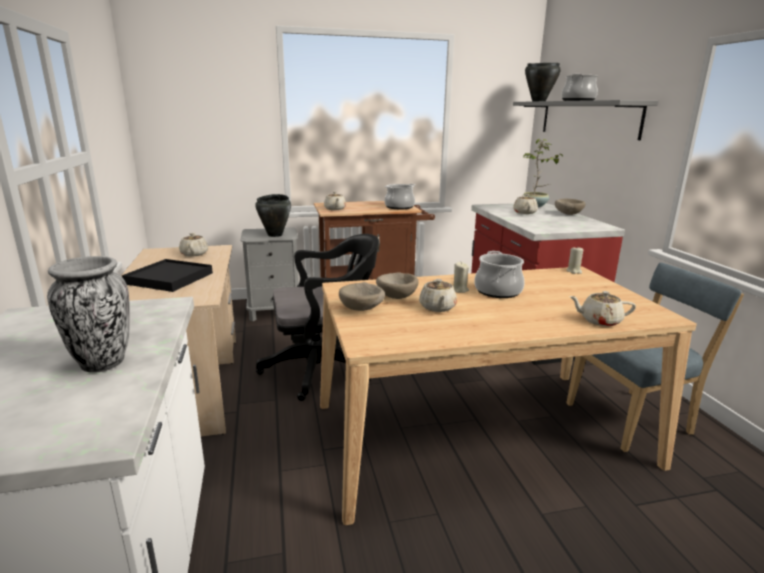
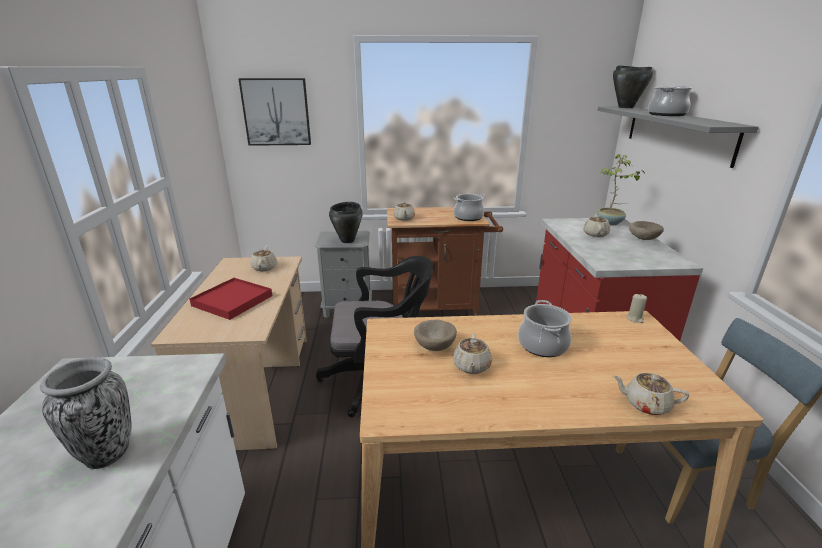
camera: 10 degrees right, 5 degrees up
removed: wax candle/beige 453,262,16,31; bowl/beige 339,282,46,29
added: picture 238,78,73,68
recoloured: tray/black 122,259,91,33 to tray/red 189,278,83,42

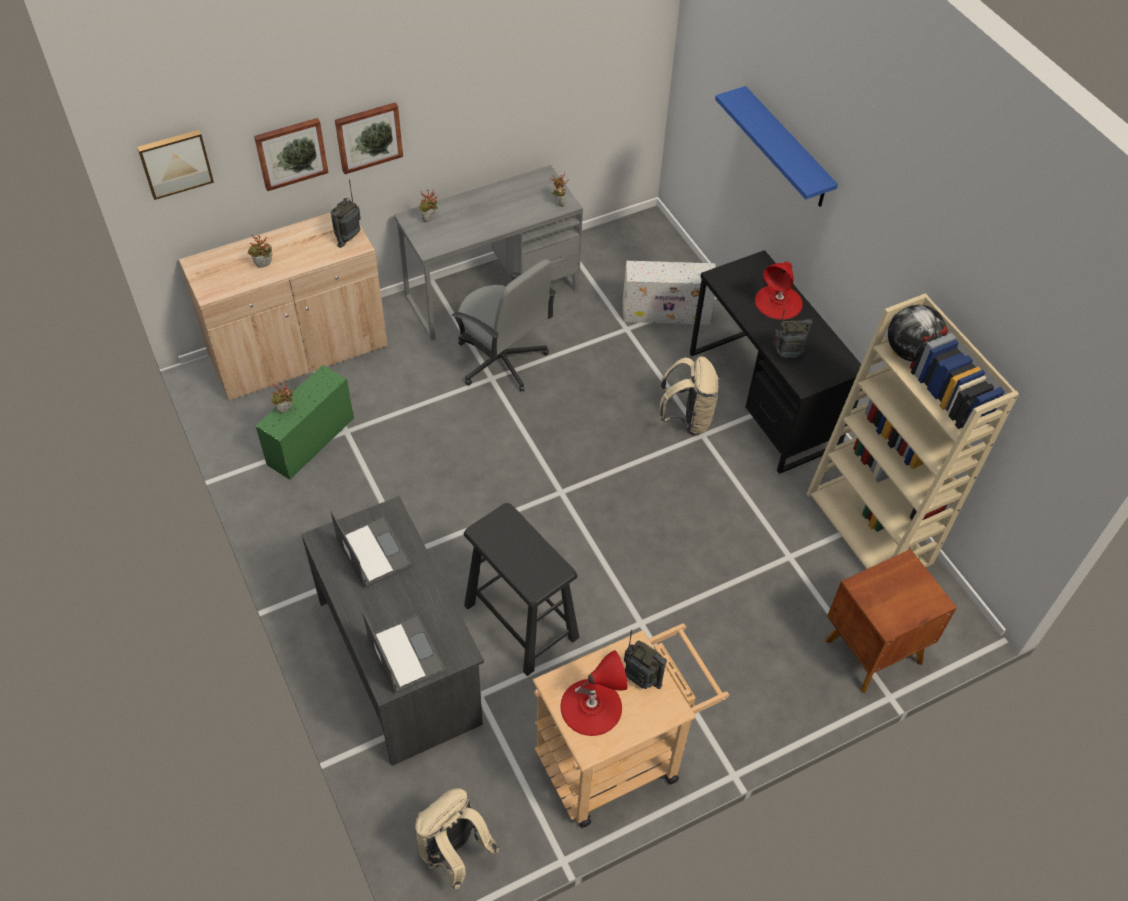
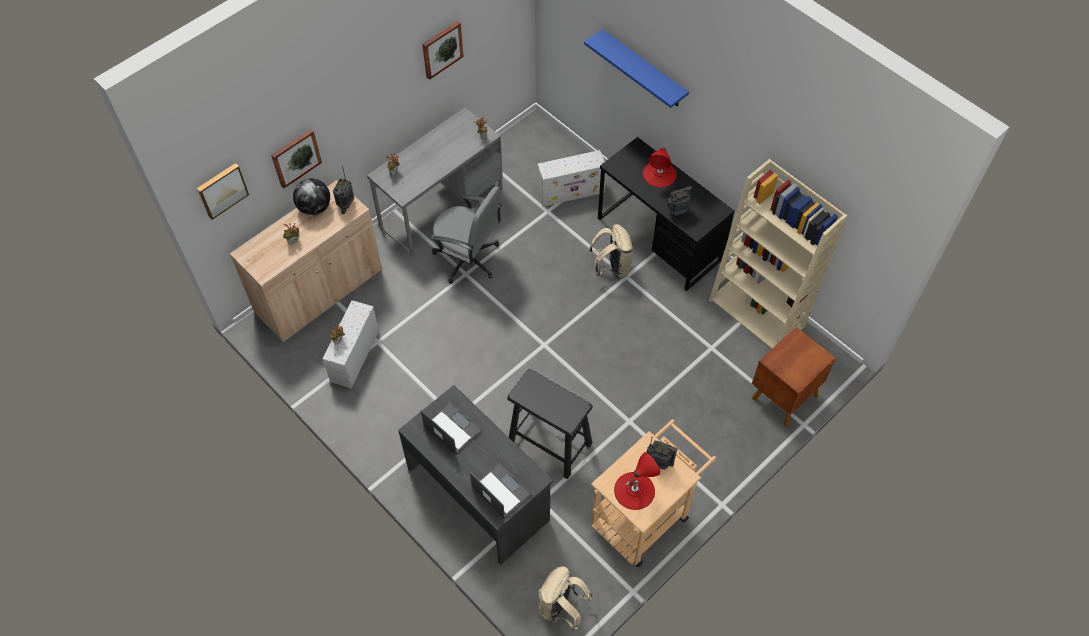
camera: 15 degrees left, 5 degrees up
moved: picture 335,102,68,72 to 422,21,42,59; world globe 888,305,59,57 to 293,178,37,37
recoloured: storage bin/green 256,365,98,115 to storage bin/whitish 323,300,56,89

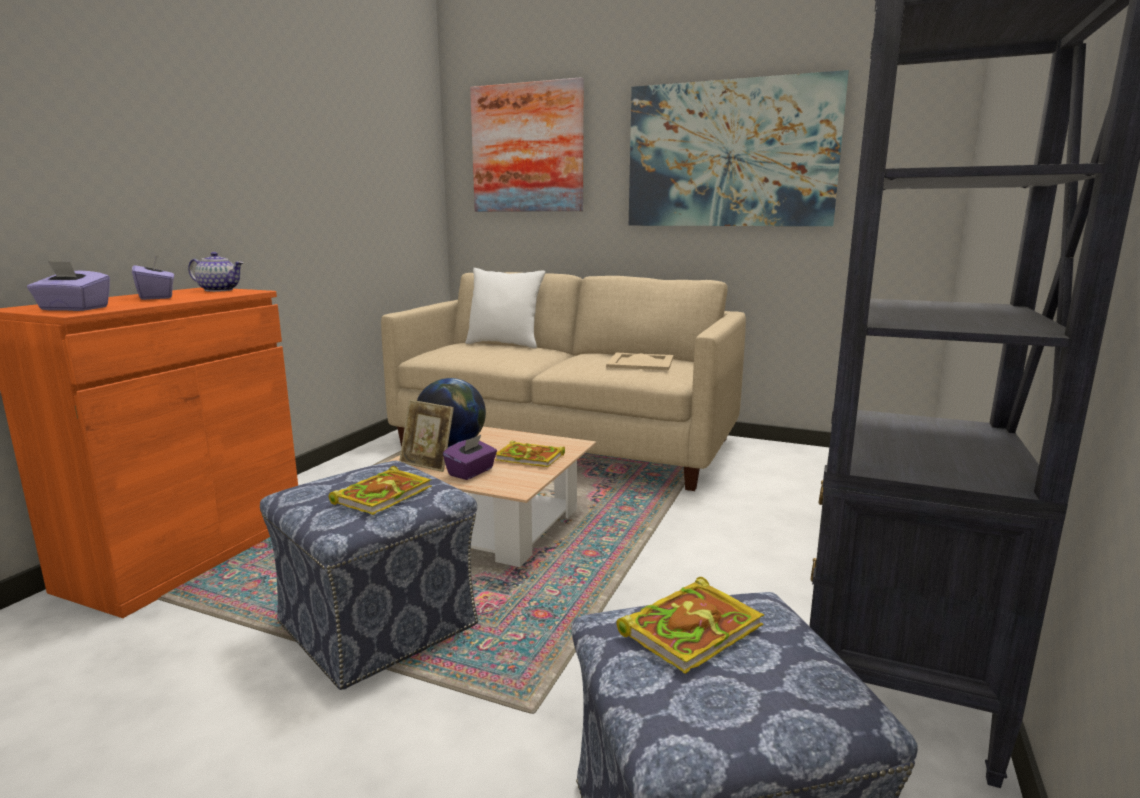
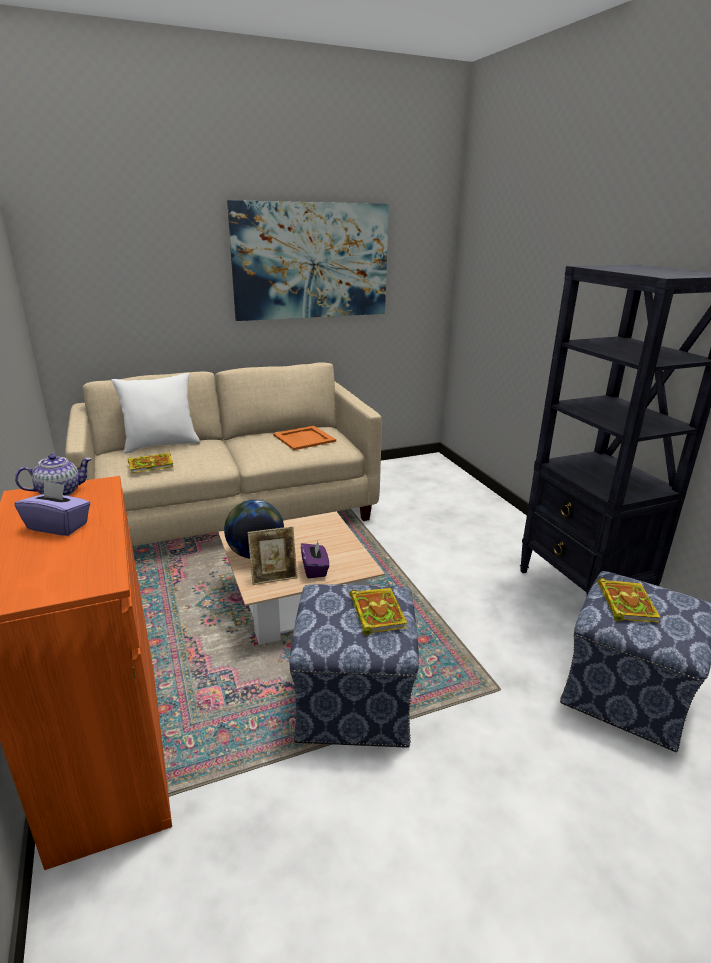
camera: 45 degrees left, 10 degrees up
removed: picture 470,77,114,135; box of tissues/purple-coloured 27,261,83,50
moved: volume 495,441,70,26 to 128,452,46,21
recoloured: tray/beige 606,353,68,17 to tray/orange 273,426,63,24

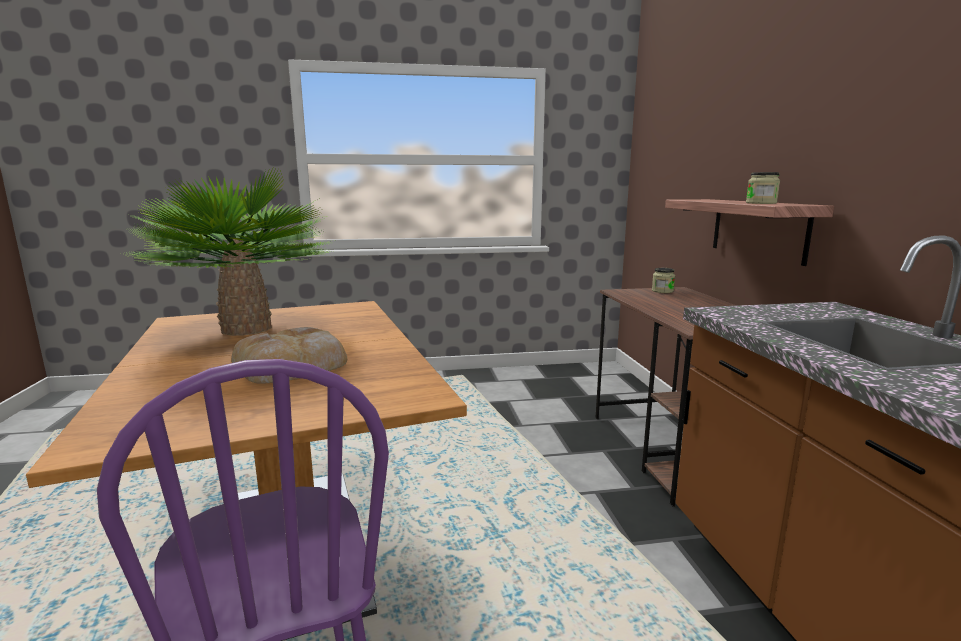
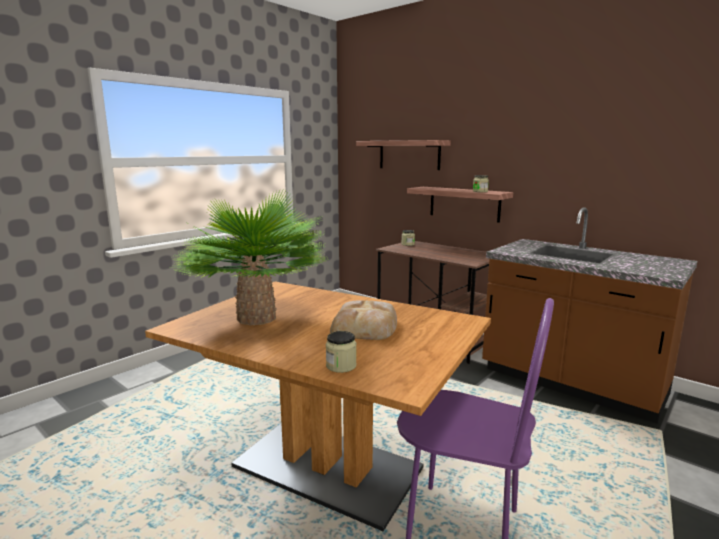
camera: 40 degrees left, 0 degrees up
added: shelf 356,140,95,30; storage jar 326,331,31,42

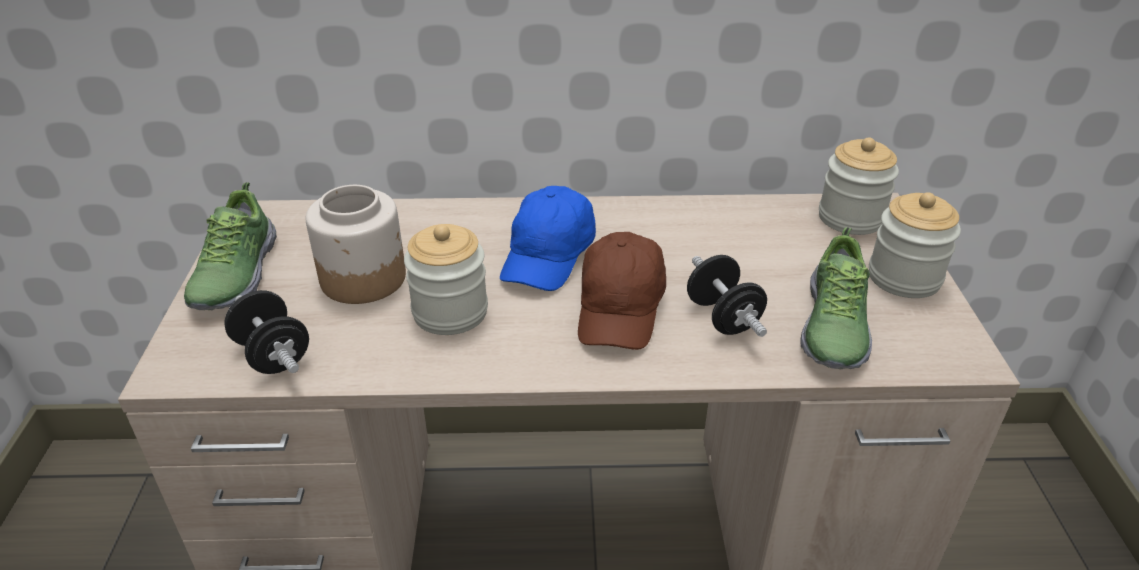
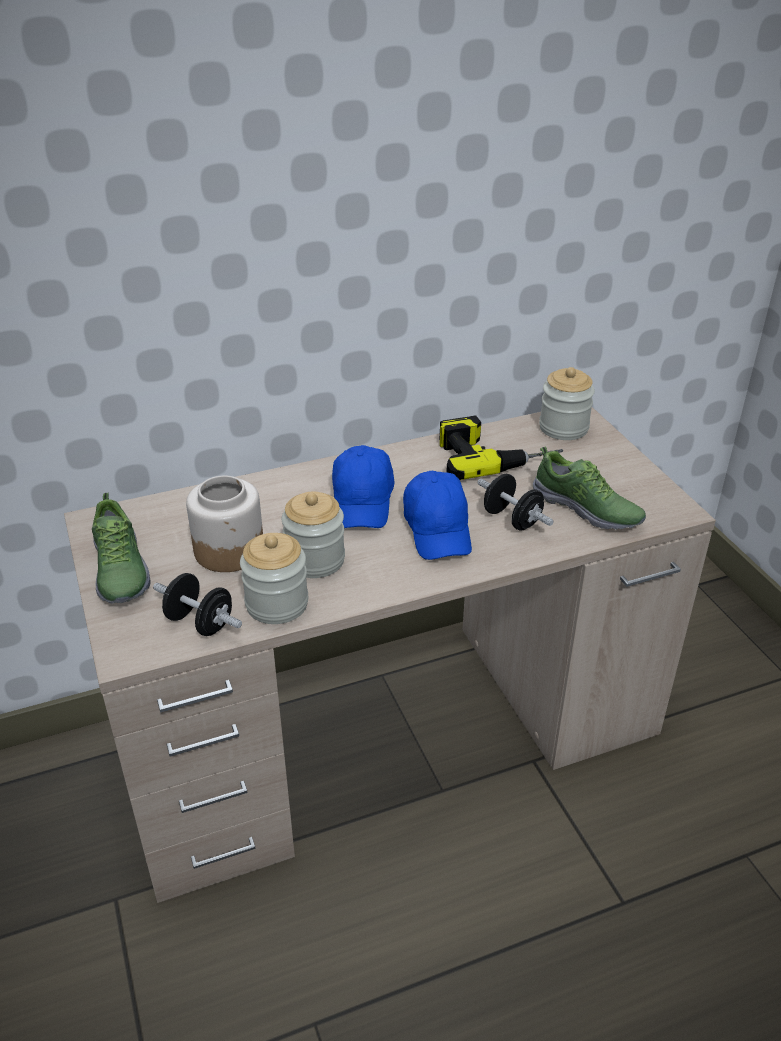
camera: 20 degrees left, 0 degrees up
added: electric drill 439,415,124,65
moved: storage jar 869,192,92,106 to 240,533,68,91
recoloured: cap/brownish 578,232,88,118 to cap/blue-coloured 403,471,69,89
turned: shoe 800,227,72,142 = 533,446,113,84 45 degrees counterclockwise

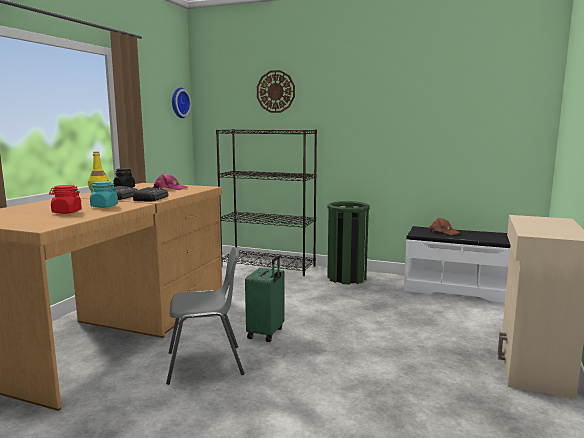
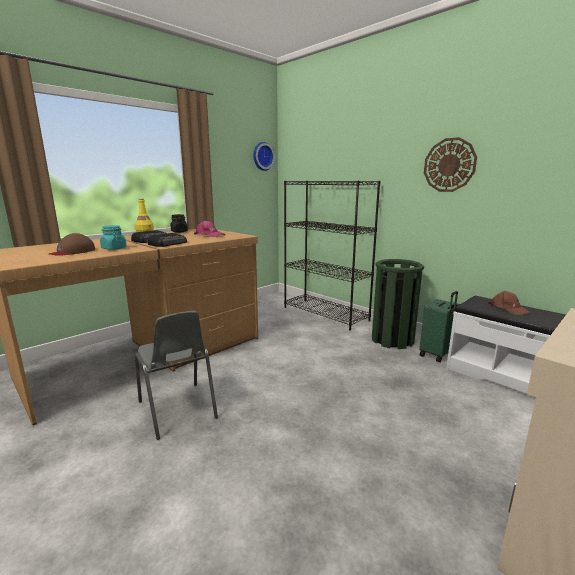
camera: 25 degrees right, 5 degrees up
moved: clock on the wall 257,70,38,43 to 424,137,53,55; piece of luggage/green 245,256,40,86 to 419,291,40,71
replaced: storage jar/red 49,185,33,29 to cap/brownish 49,233,46,23
turned: chair/grey 166,247,78,138 = 135,311,83,129 45 degrees clockwise

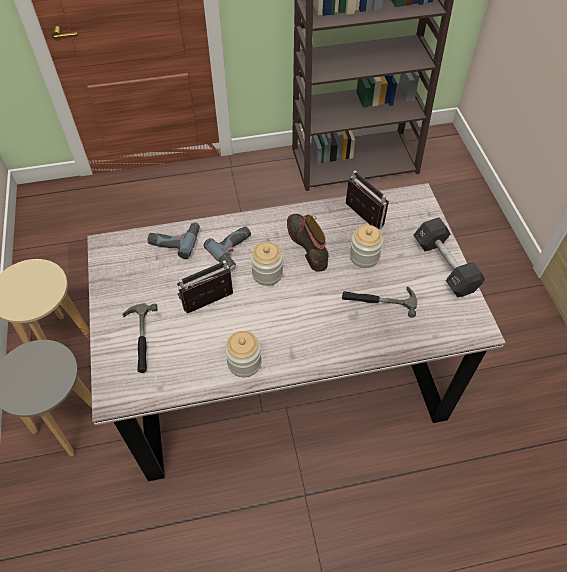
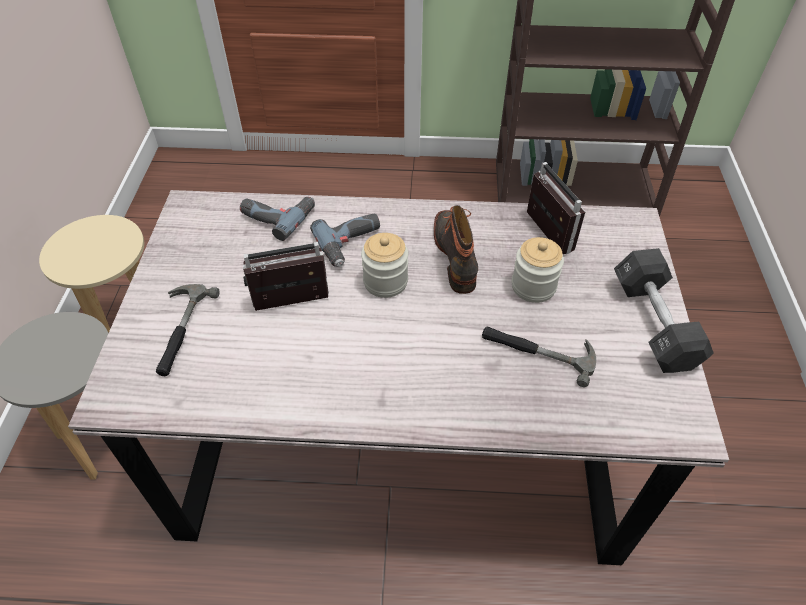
camera: 15 degrees right, 5 degrees down
removed: storage jar 225,331,36,46

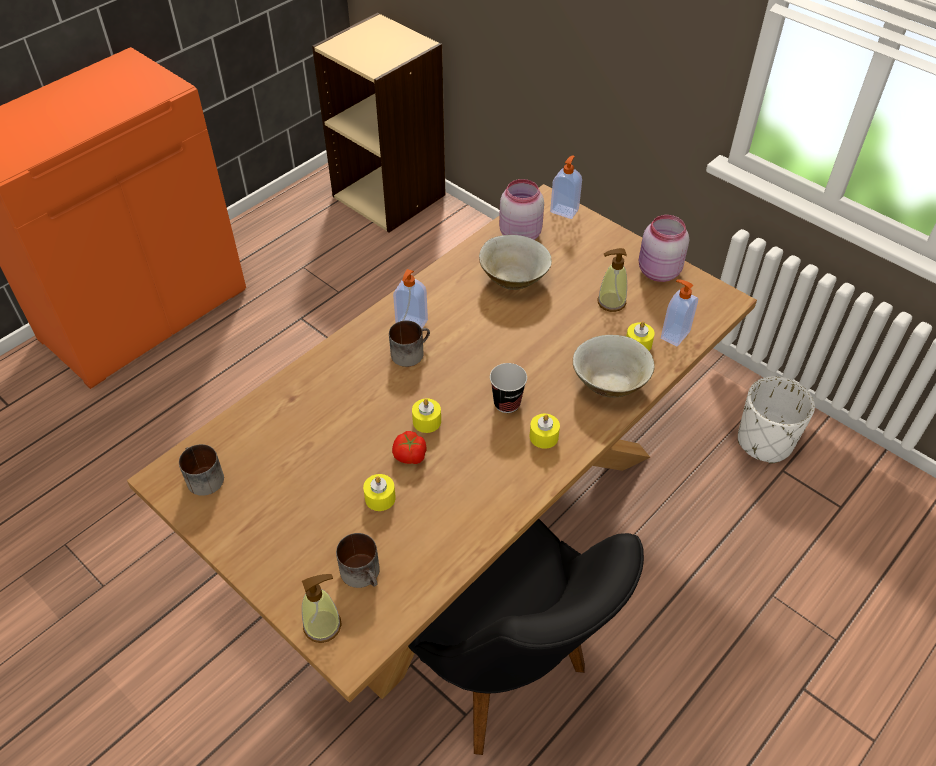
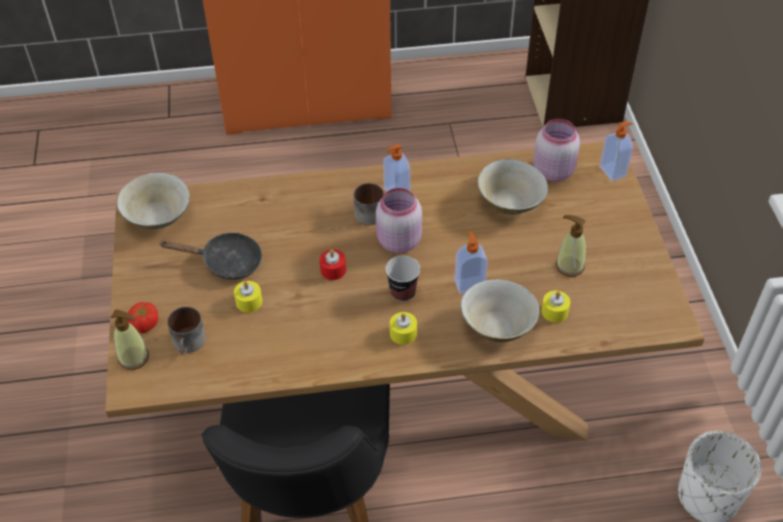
camera: 40 degrees right, 0 degrees up
added: skillet/black 159,232,103,48
moved: storage jar/pink 639,215,50,67 to 376,188,46,65; liquid soap bottle 661,280,37,67 to 454,232,34,62; tomato 392,431,35,33 to 127,302,31,31
replaced: mug 179,444,45,52 to bowl/beige 117,173,73,56
recoloured: wax candle/yellowish 412,398,29,35 to wax candle/red 320,249,26,31

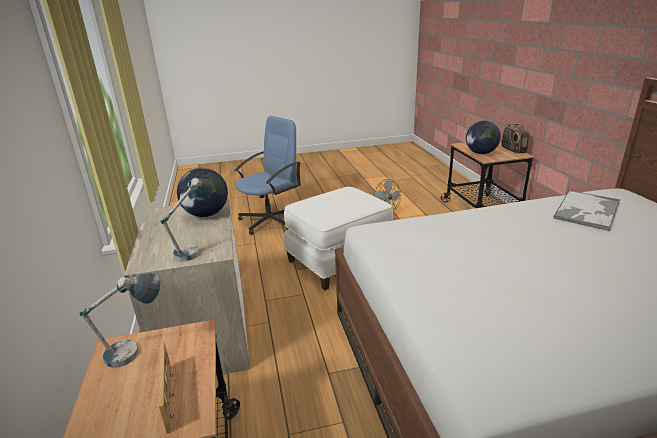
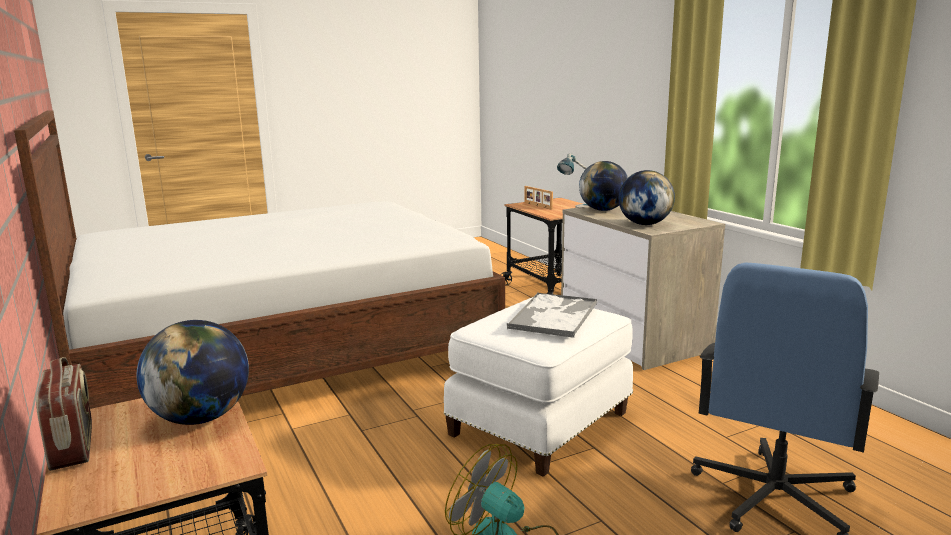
camera: 165 degrees right, 10 degrees down
moved: tray 553,190,67,41 to 507,293,90,45
replaced: lamp for a table 161,178,52,83 to world globe 579,161,49,50

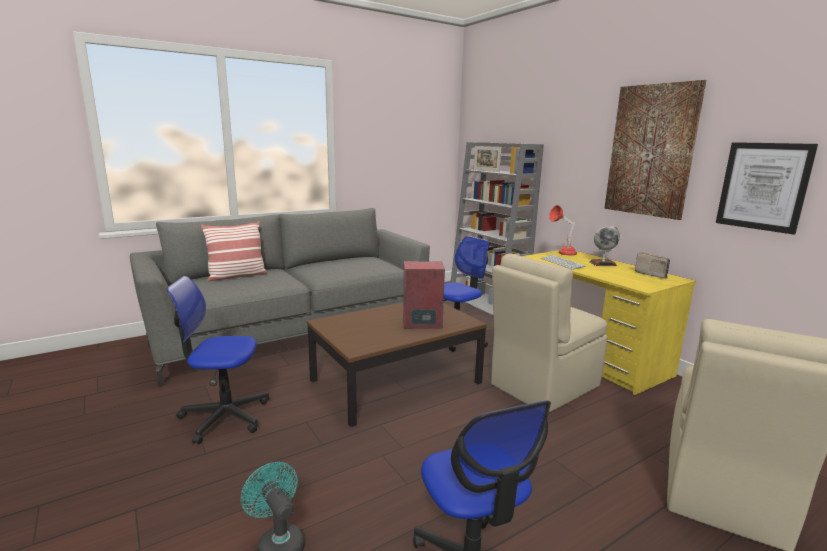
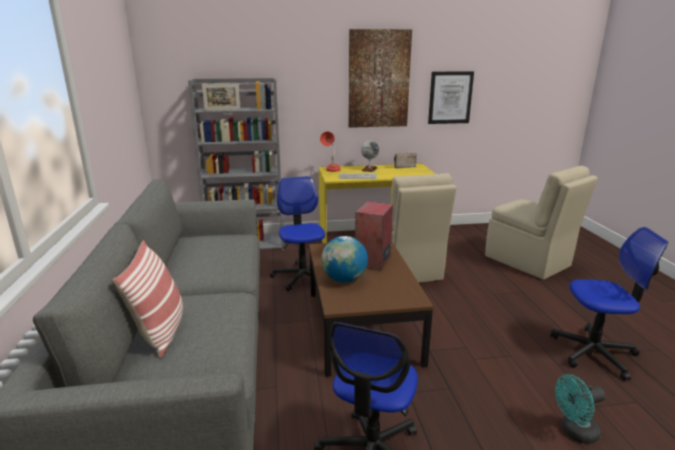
camera: 65 degrees left, 5 degrees up
added: world globe 321,236,47,47

